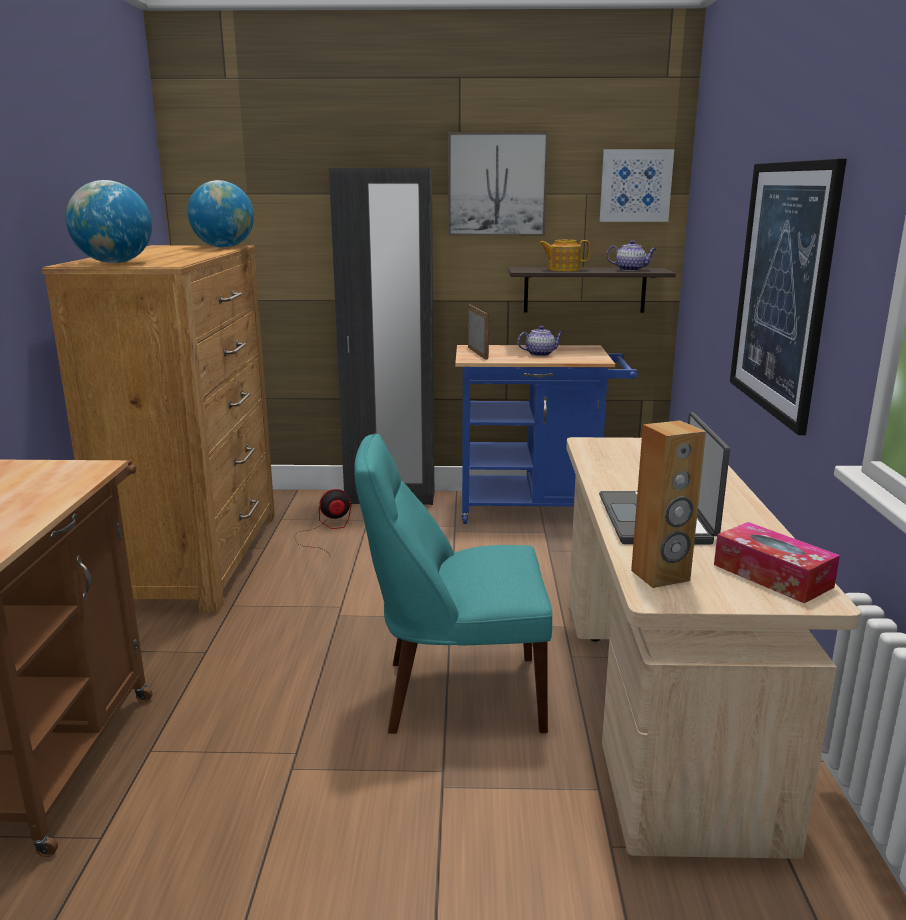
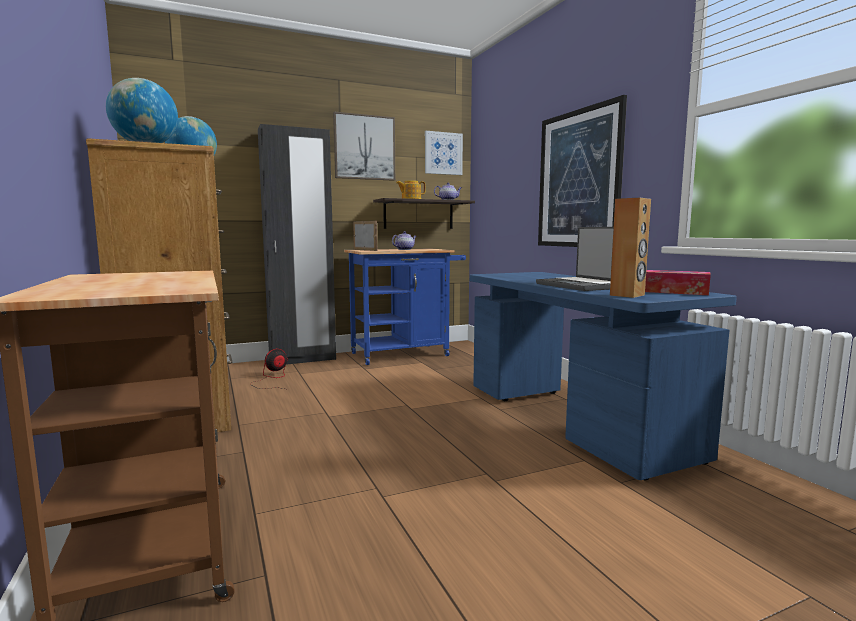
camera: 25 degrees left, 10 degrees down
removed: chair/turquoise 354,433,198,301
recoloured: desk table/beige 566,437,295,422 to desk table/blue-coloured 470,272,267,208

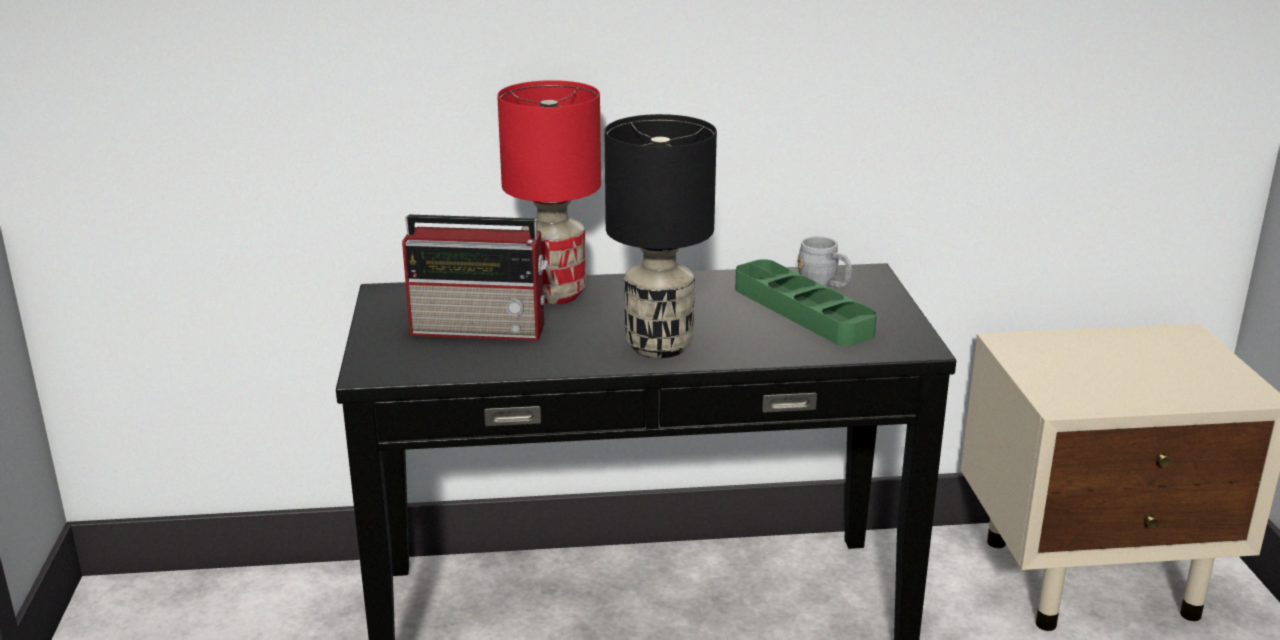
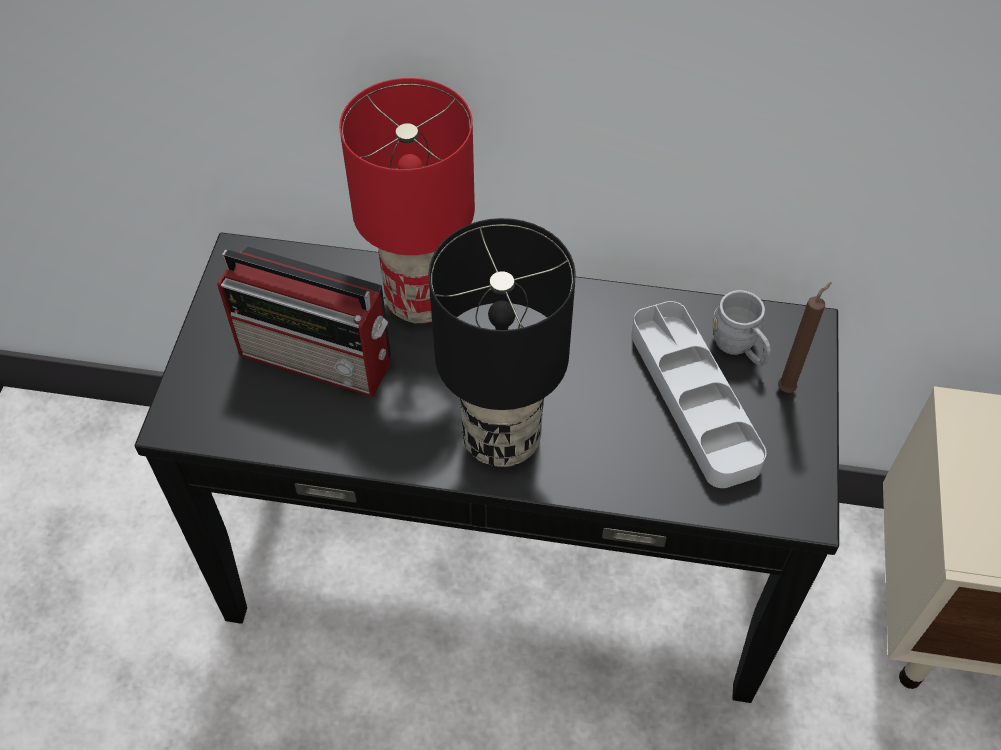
camera: 15 degrees right, 30 degrees up
added: wax candle/brownish 778,282,54,111
recoloured: tray/green 735,259,142,87 to tray/grey 631,301,135,187

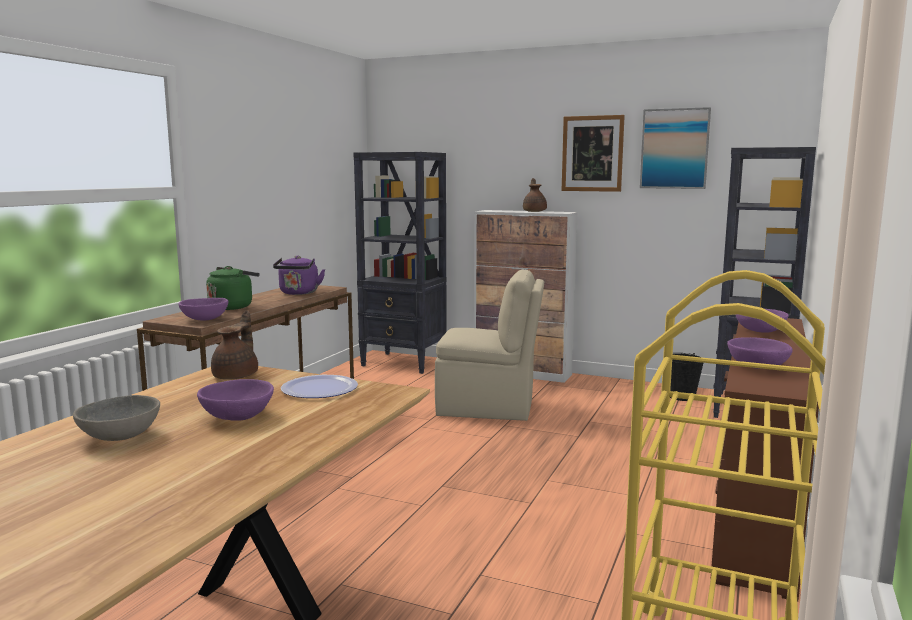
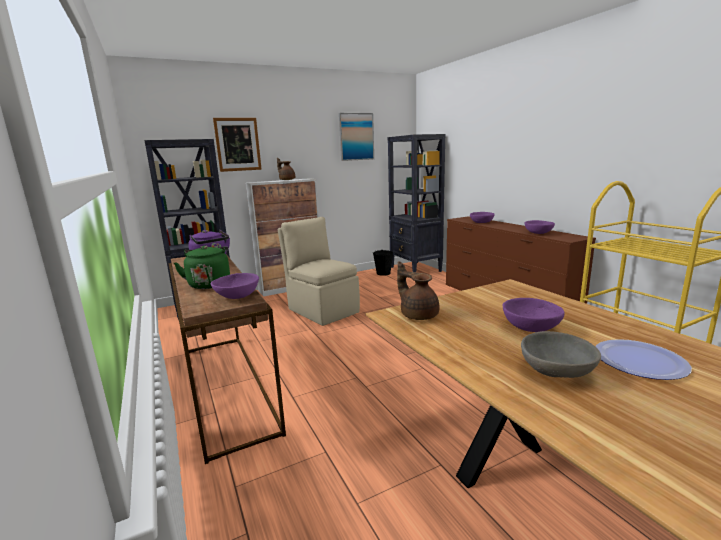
camera: 50 degrees left, 5 degrees up
moved: picture 562,115,63,77 to 213,118,49,54; flat dish 281,375,77,23 to 595,339,97,41
turned: chair/beige 435,270,109,151 = 278,217,82,109 90 degrees counterclockwise

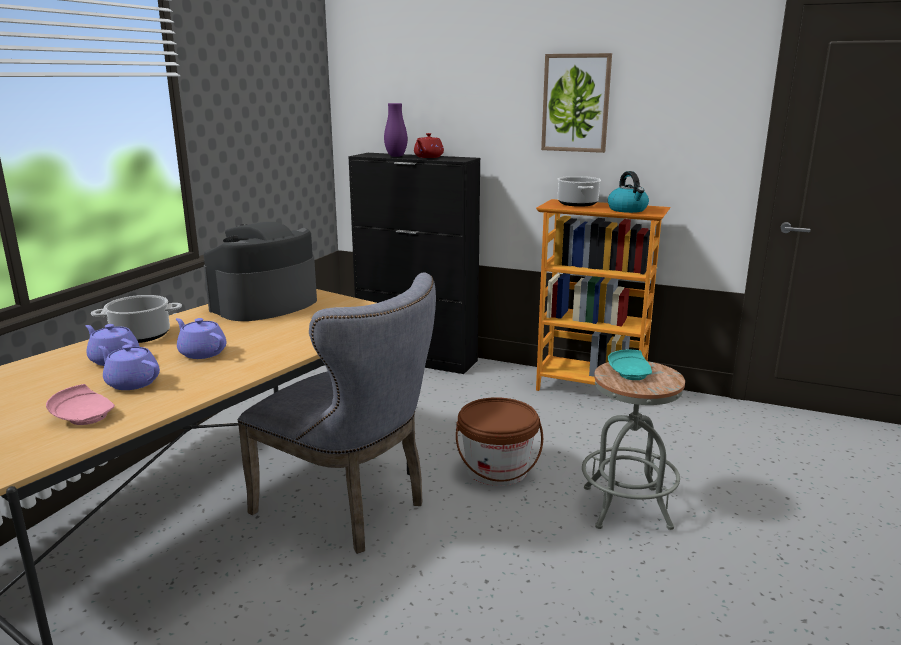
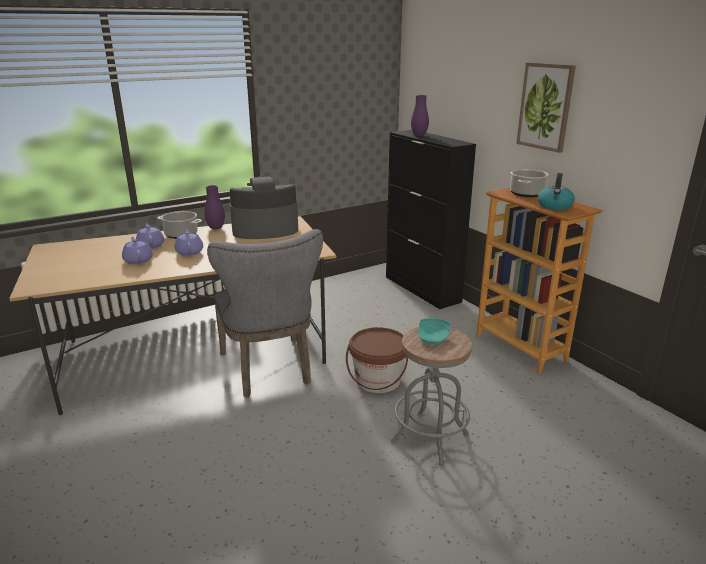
camera: 35 degrees right, 5 degrees up
removed: tea pot/red 414,133,30,25; flat dish/pink 46,384,69,41
added: decorative vase/purple-coloured 204,185,21,45

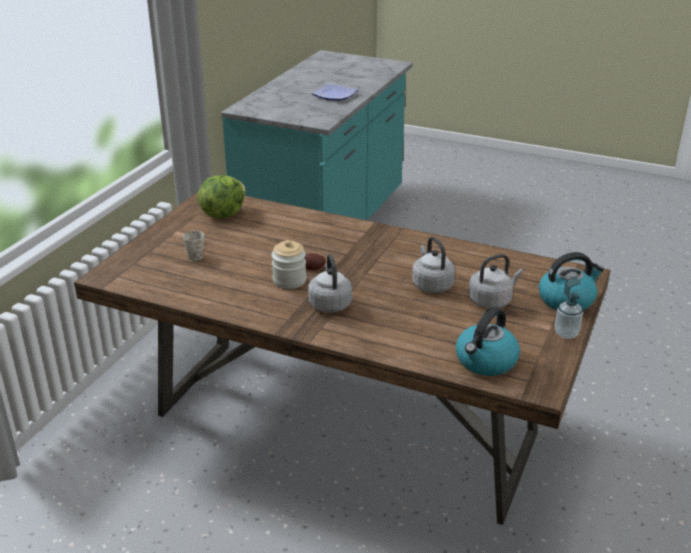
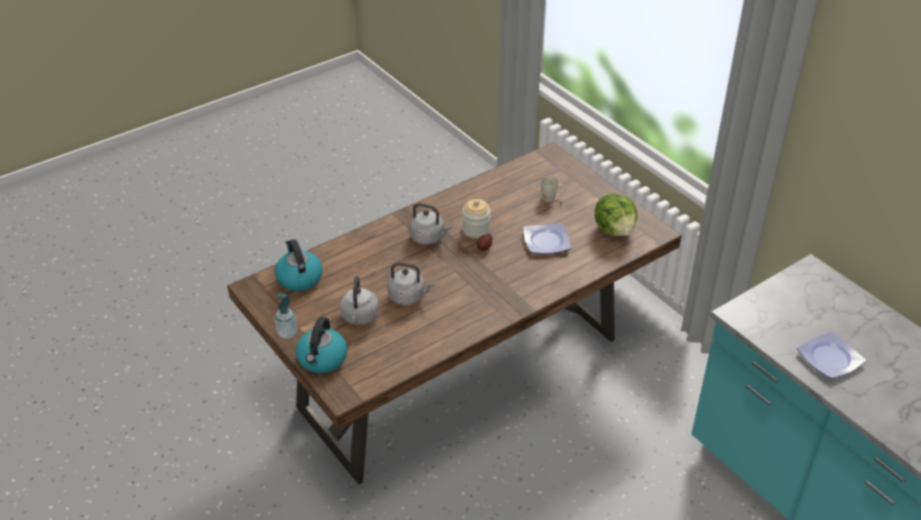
camera: 120 degrees right, 10 degrees up
added: flat dish 524,223,47,31

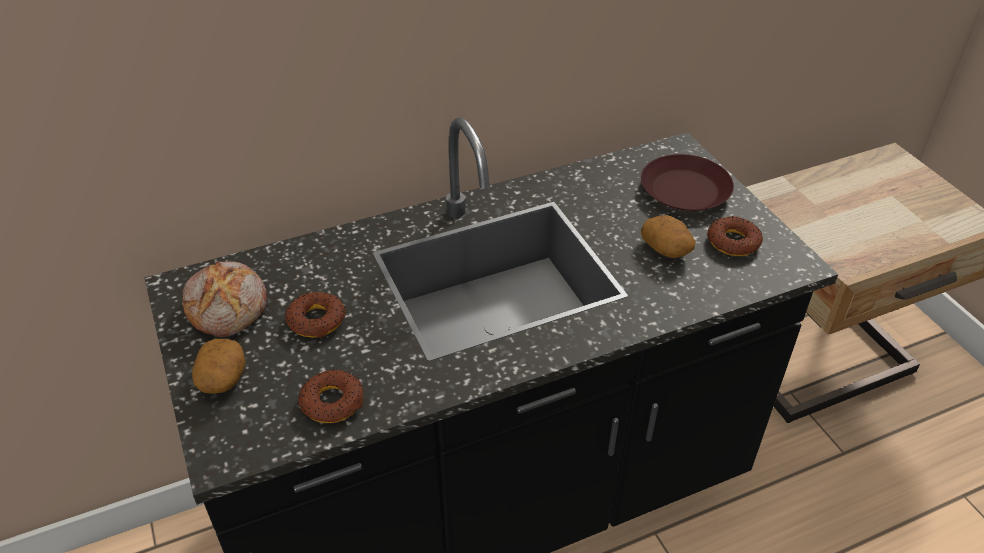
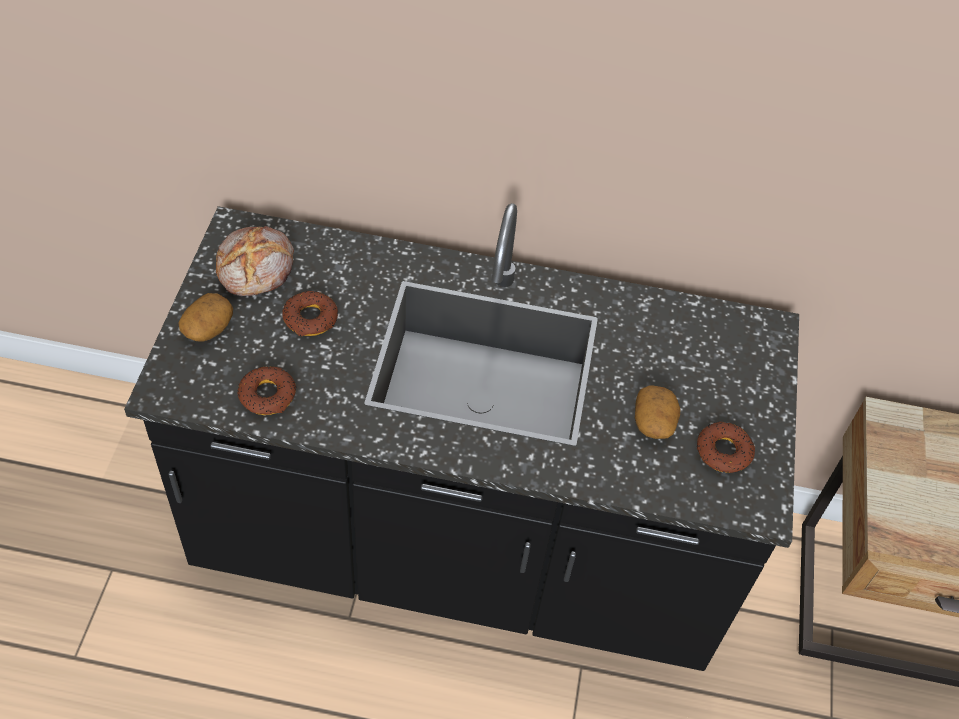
camera: 30 degrees right, 10 degrees up
removed: flat dish/brownish 641,154,93,57

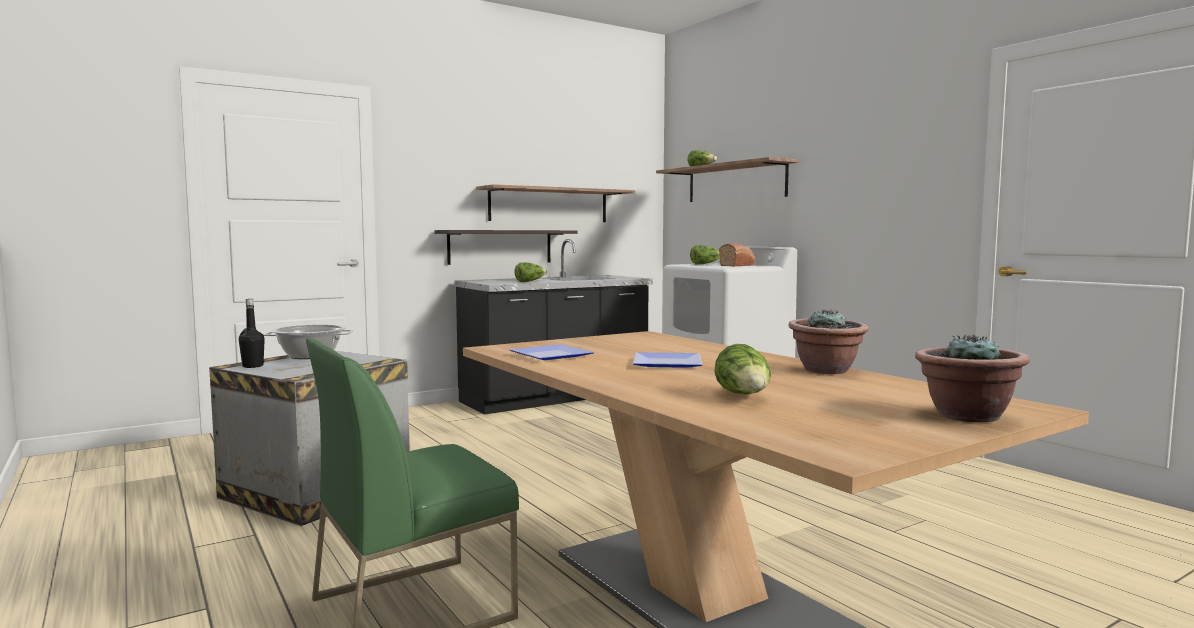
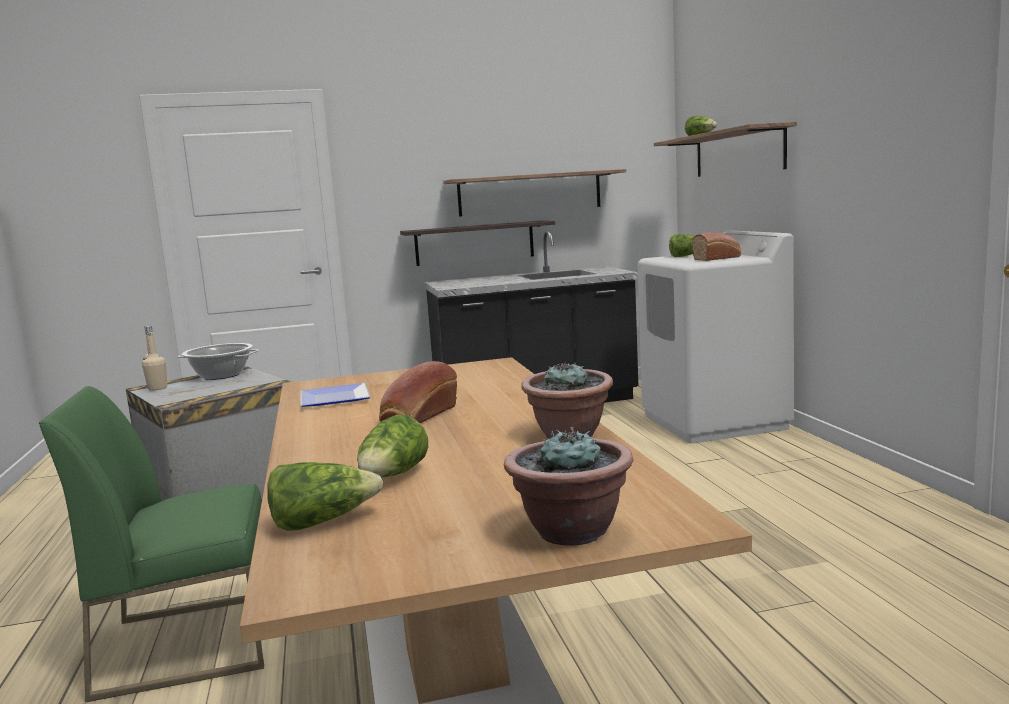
camera: 20 degrees right, 5 degrees up
moved: lettuce 514,262,33,20 to 267,462,116,69
replaced: flat dish 633,352,70,16 to bakery bread 379,361,78,62
recoloured: beverage bottle/black 239,299,26,69 to beverage bottle/beige 142,326,25,65

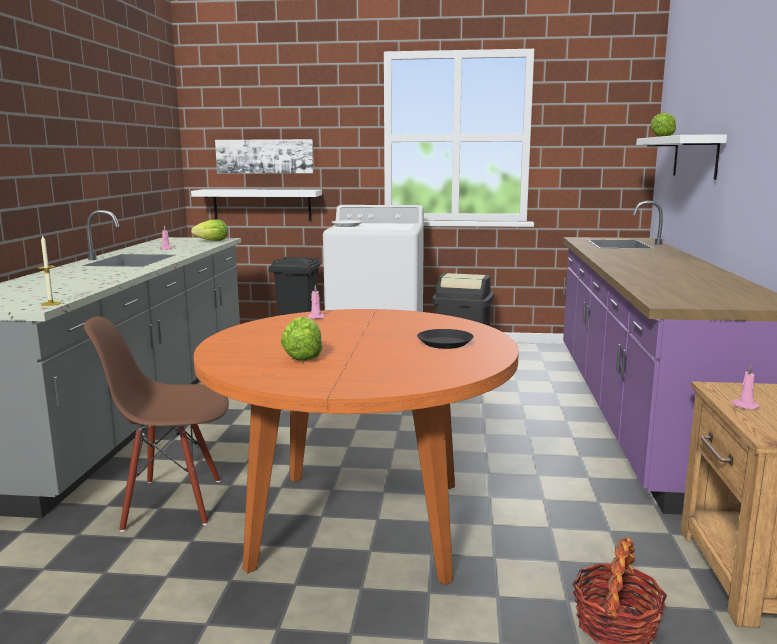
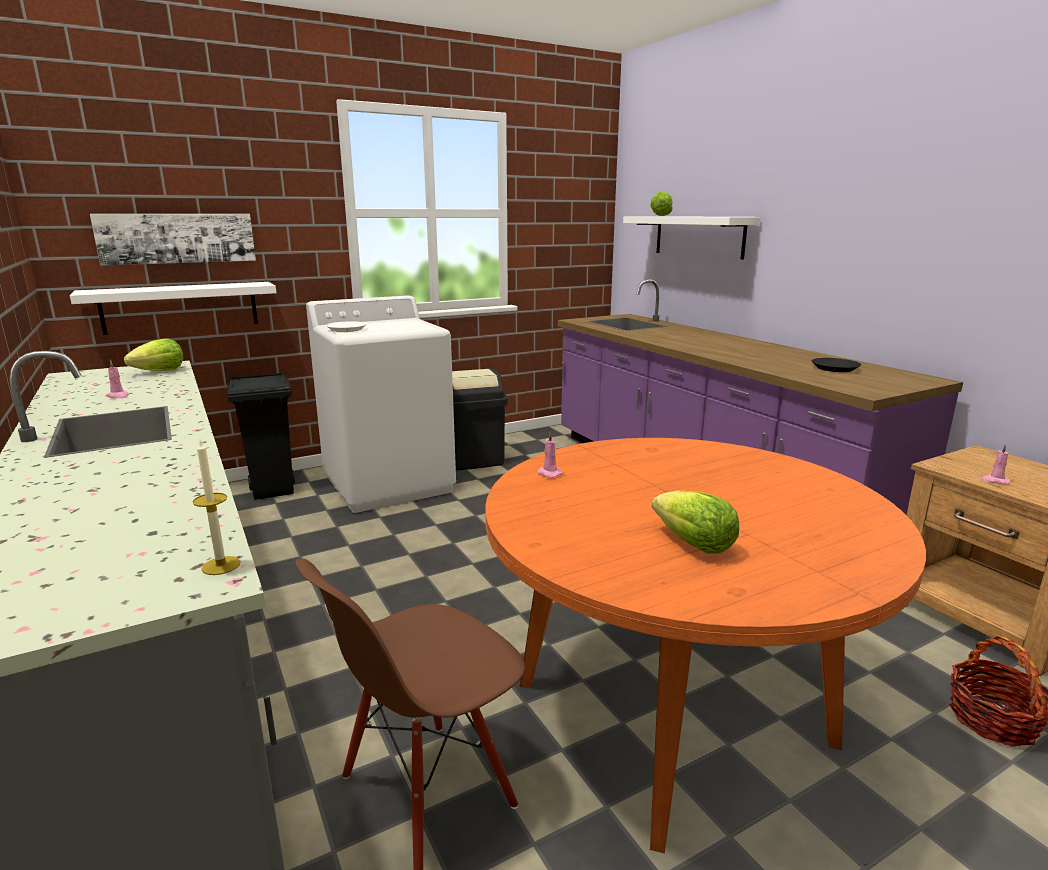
camera: 35 degrees left, 5 degrees up
moved: flat dish/black 417,329,57,20 to 811,358,50,14

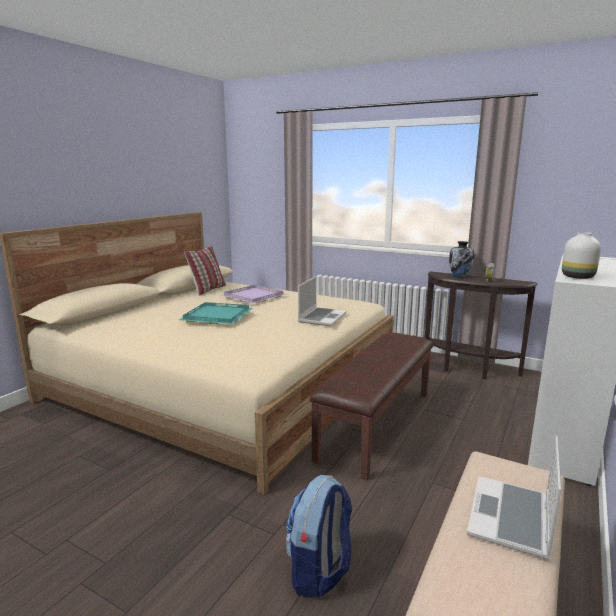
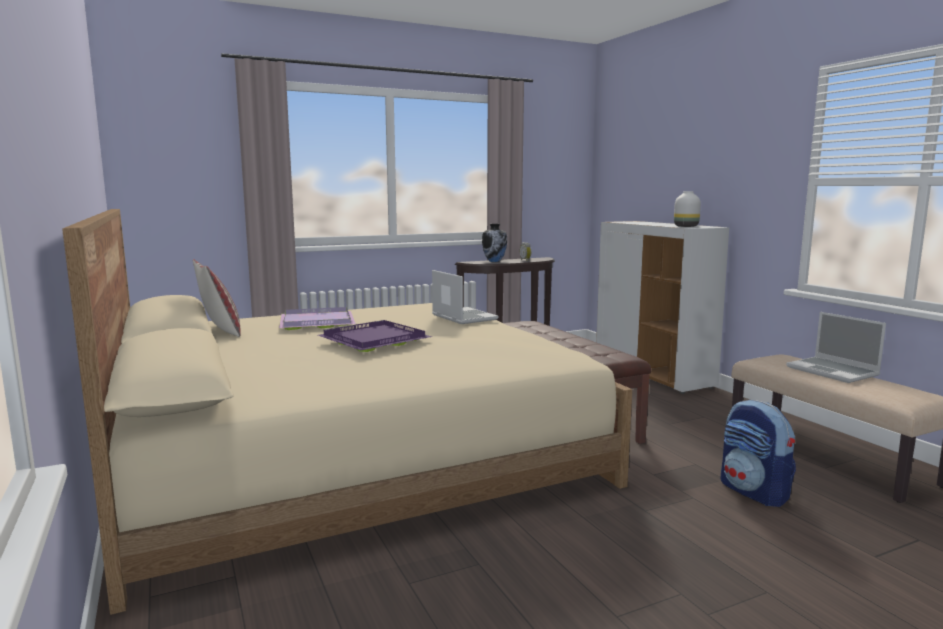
camera: 55 degrees left, 5 degrees down
recoloured: tray/turquoise 179,302,74,22 to tray/purple-coloured 318,320,114,32

